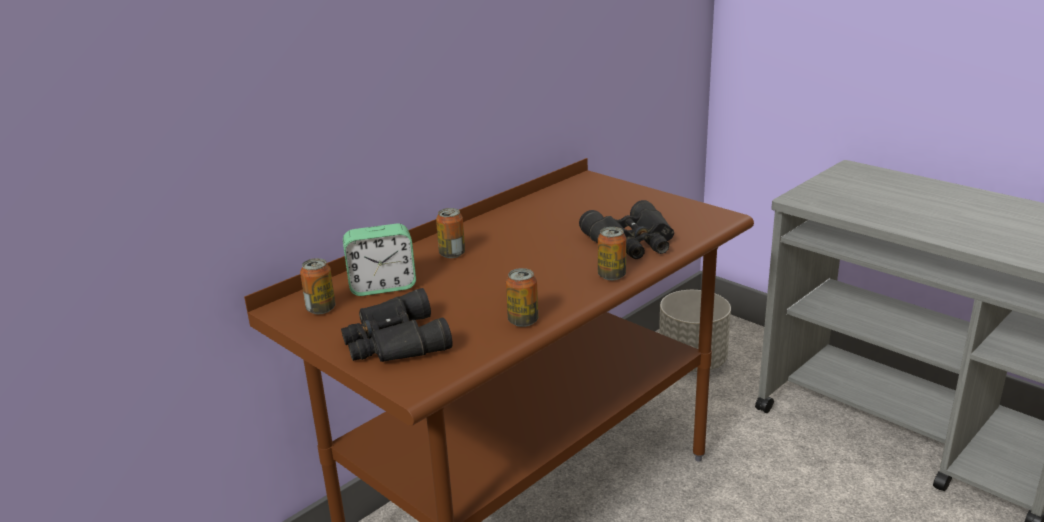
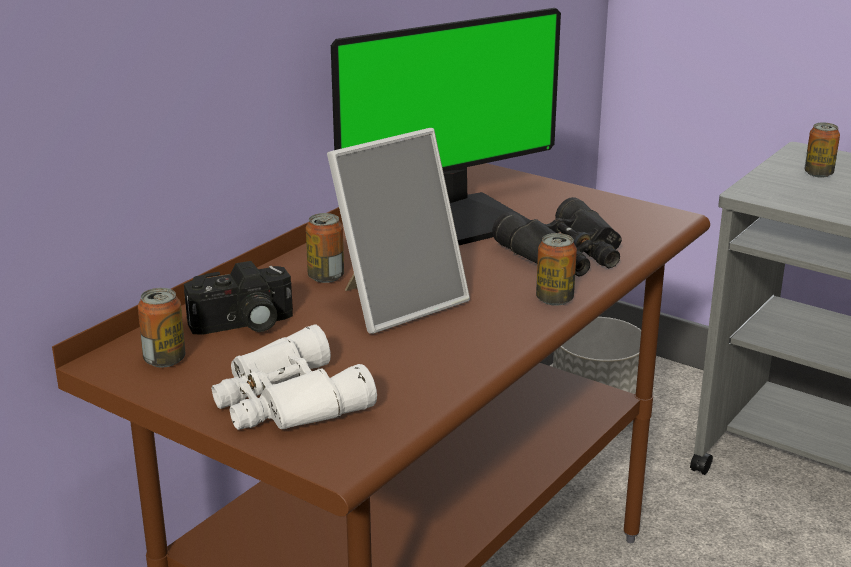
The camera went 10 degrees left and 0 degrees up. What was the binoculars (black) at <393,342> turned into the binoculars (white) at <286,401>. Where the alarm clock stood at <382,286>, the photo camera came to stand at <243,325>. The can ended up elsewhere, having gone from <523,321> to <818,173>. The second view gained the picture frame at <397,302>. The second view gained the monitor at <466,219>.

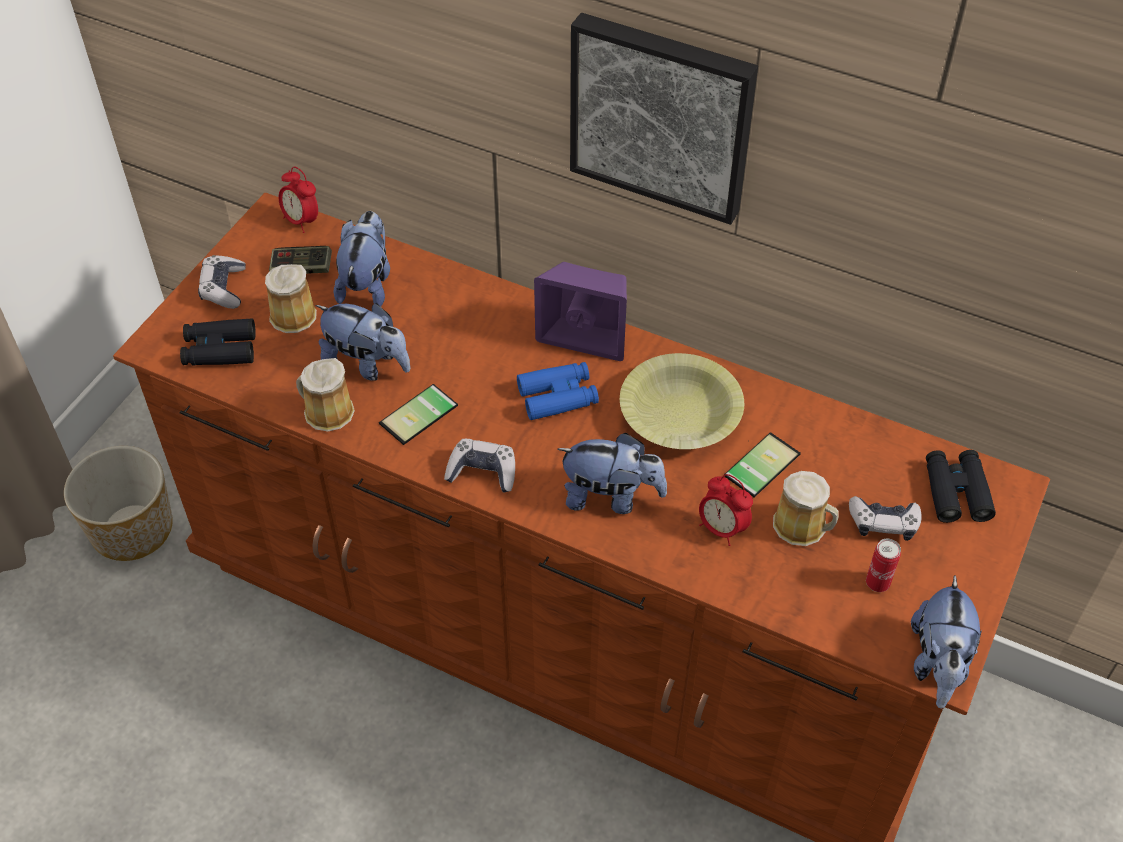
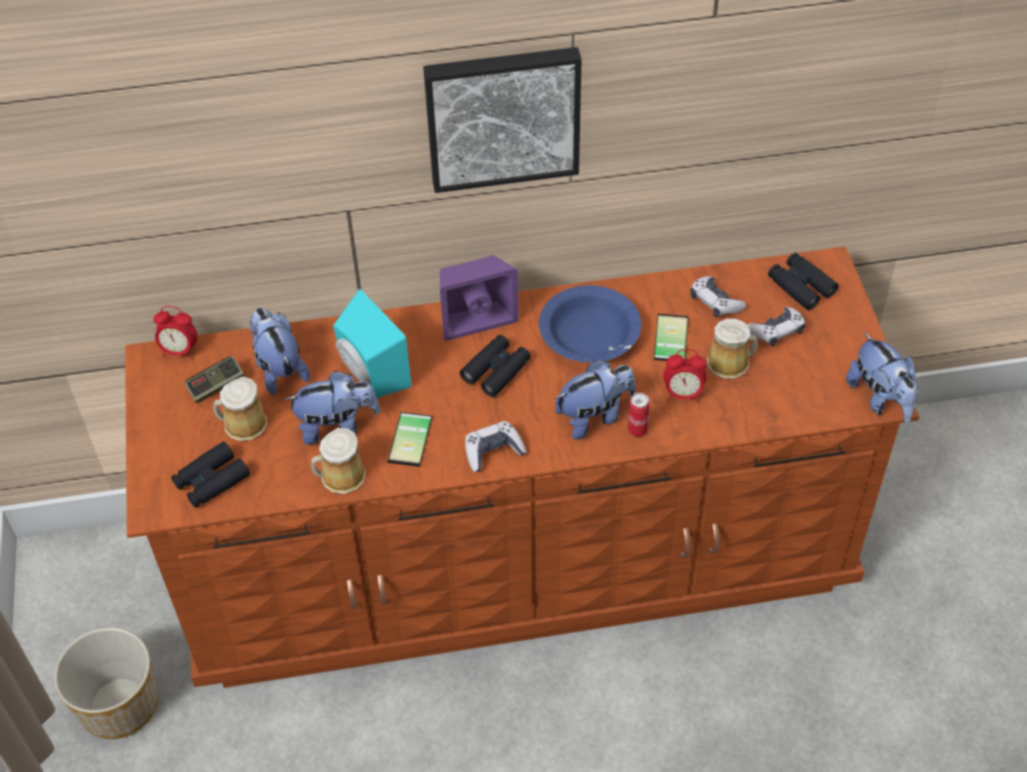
The camera went 35 degrees left and 0 degrees up. The game controller ended up elsewhere, having gone from <223,288> to <715,302>. What was the binoculars (blue) at <558,397> turned into the binoculars (black) at <496,370>. What was the bowl (yellow) at <680,415> turned into the bowl (blue) at <589,336>. The can ended up elsewhere, having gone from <877,583> to <637,430>. The second view gained the speaker (turquoise) at <370,375>.

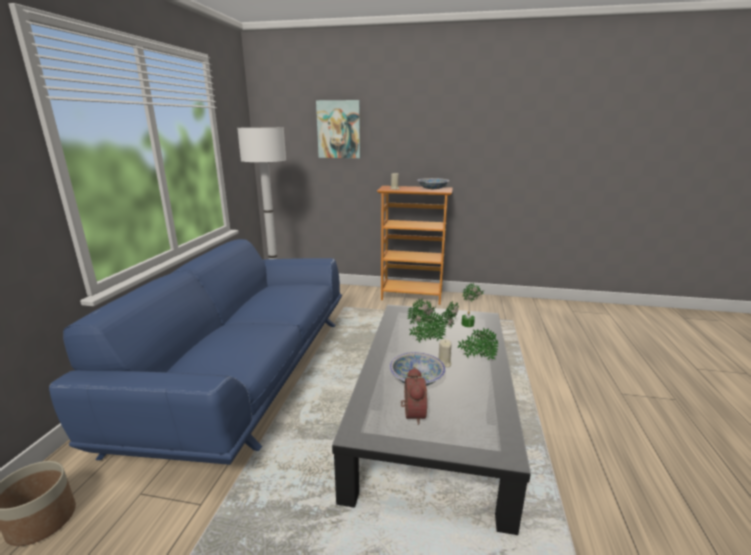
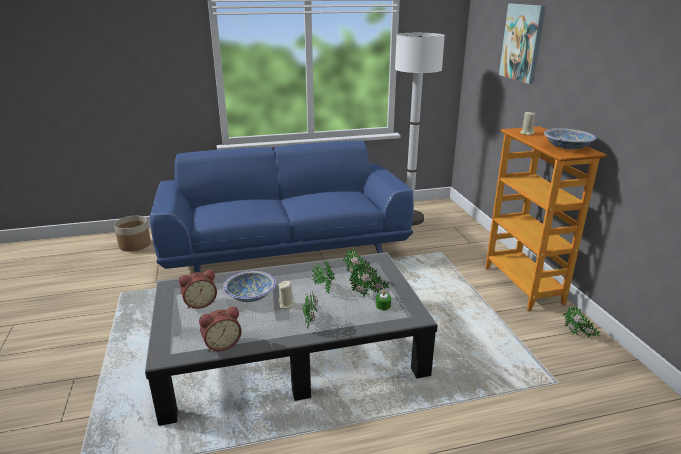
The camera went 65 degrees right and 5 degrees up. The second view gained the alarm clock at <222,344>.

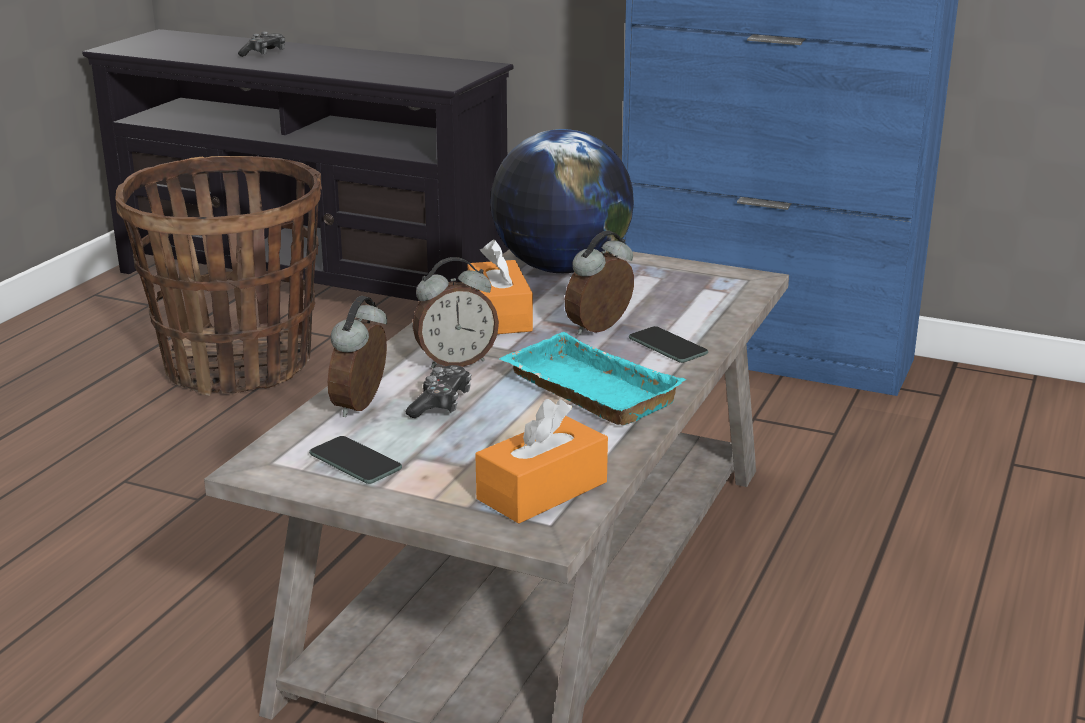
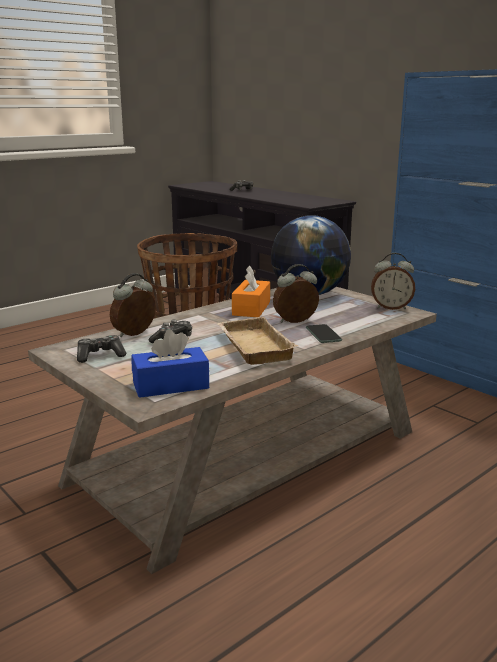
The camera went 25 degrees right and 5 degrees down. Where the phone stood at <355,461>, the game controller came to stand at <100,355>. The alarm clock ended up elsewhere, having gone from <456,362> to <391,307>. What was the tissue box (orange) at <542,491> turned into the tissue box (blue) at <170,385>. What was the tray (turquoise) at <584,391> turned into the tray (beige) at <251,346>.

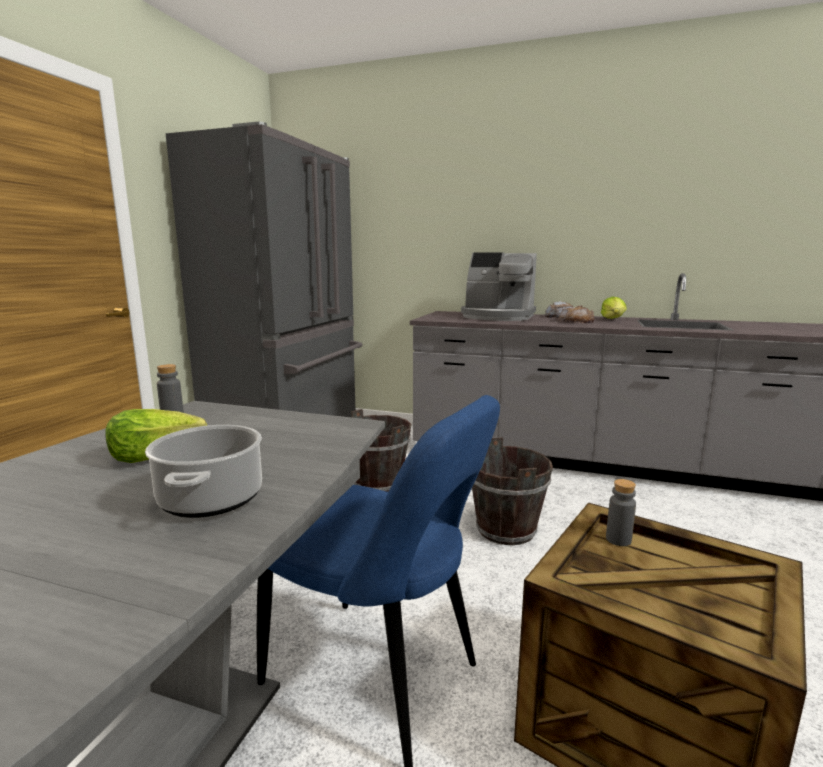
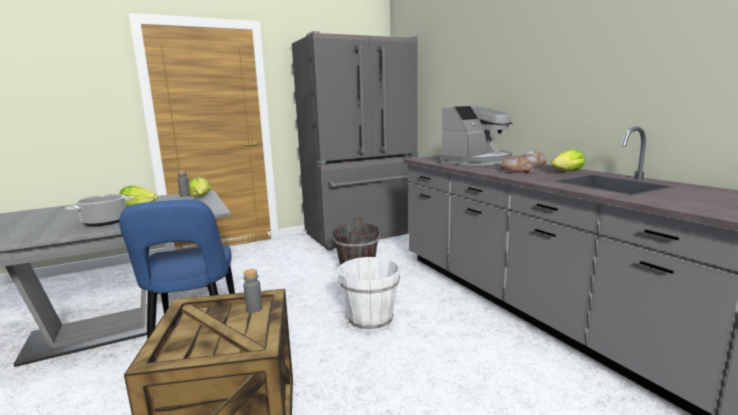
The camera went 45 degrees right and 0 degrees up. The coffee machine at <498,317> ended up facing another way, 105 degrees counterclockwise from before. What was the bucket (brown) at <505,529> turned into the bucket (white) at <370,319>. The second view gained the lettuce at <201,197>.

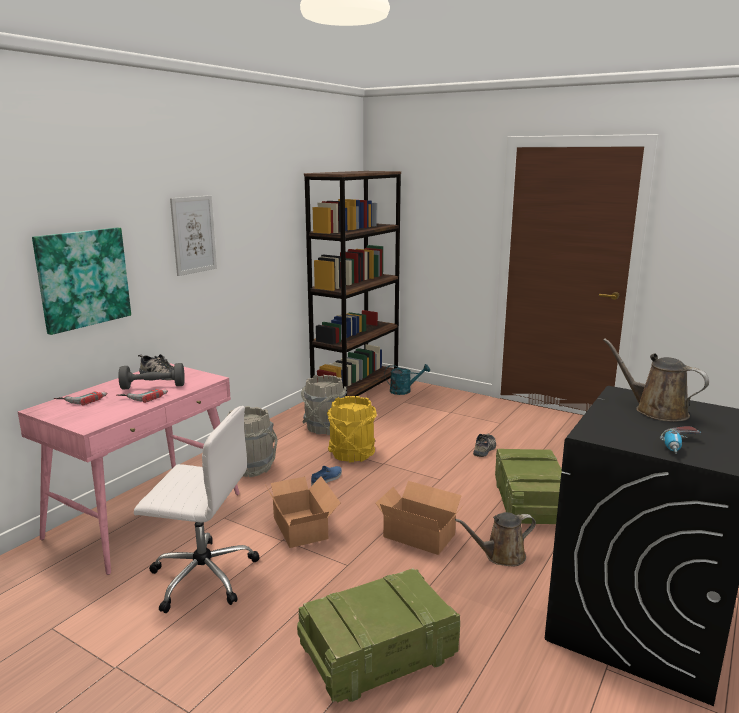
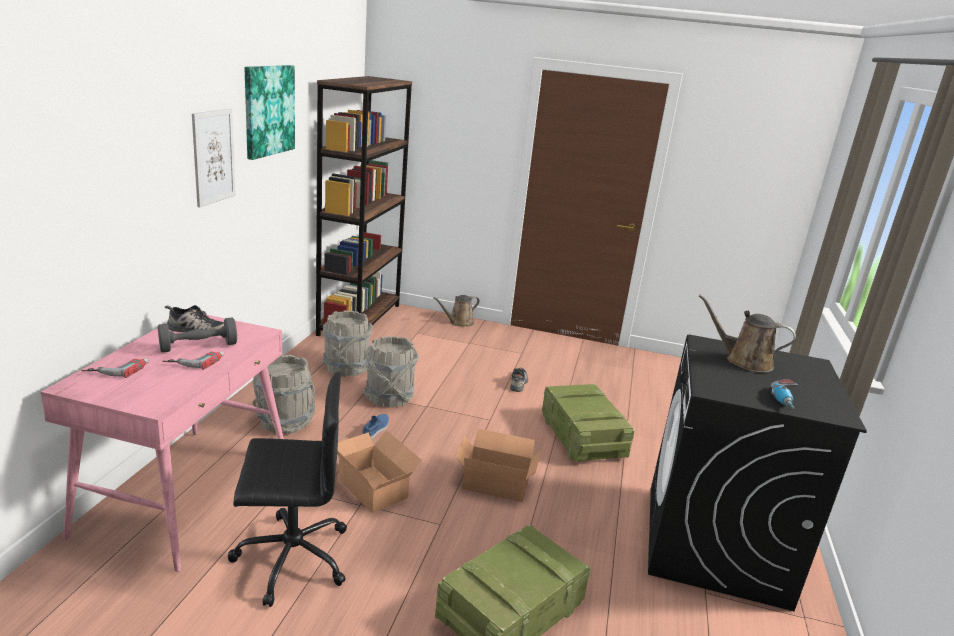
The camera went 20 degrees left and 5 degrees up. The picture ended up elsewhere, having gone from <83,278> to <268,110>. What was the office chair (white) at <202,576> turned into the office chair (black) at <290,557>. What was the bucket (yellow) at <352,454> turned into the bucket (grey) at <389,397>. The second view lost the watering can (turquoise) at <404,391>. The watering can (brown) ended up elsewhere, having gone from <501,556> to <459,322>.

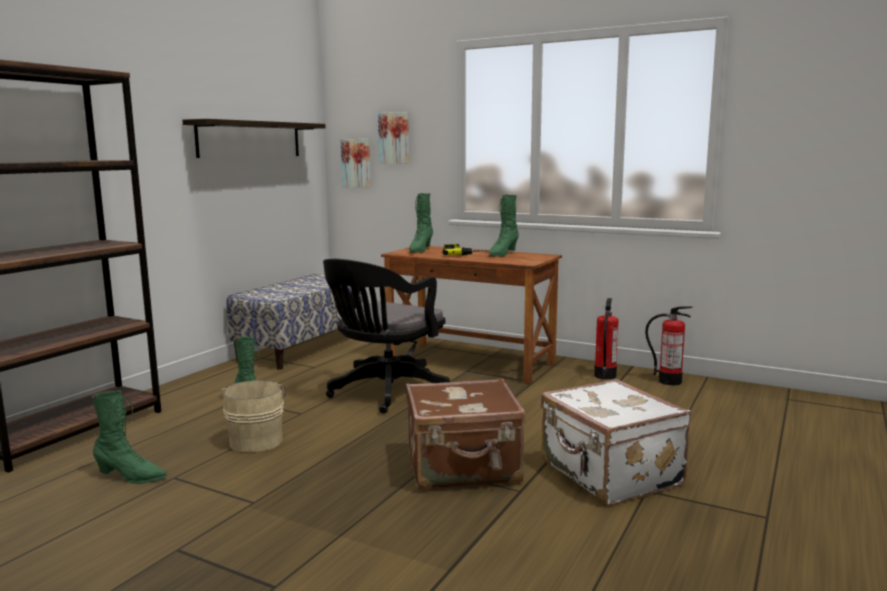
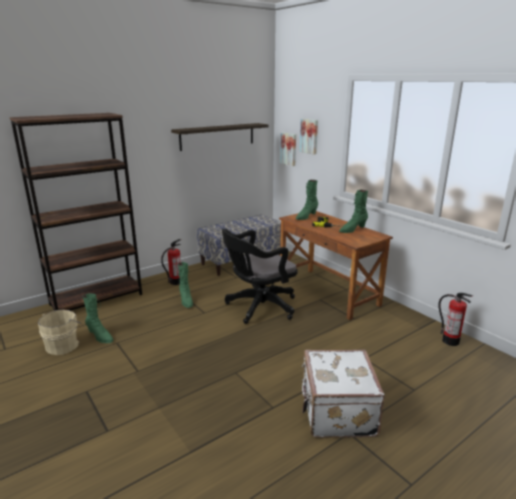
The camera went 25 degrees right and 10 degrees up. The bucket (beige) ended up elsewhere, having gone from <256,440> to <64,345>. The second view lost the suitcase (brown) at <464,468>. The fire extinguisher ended up elsewhere, having gone from <604,375> to <175,282>.

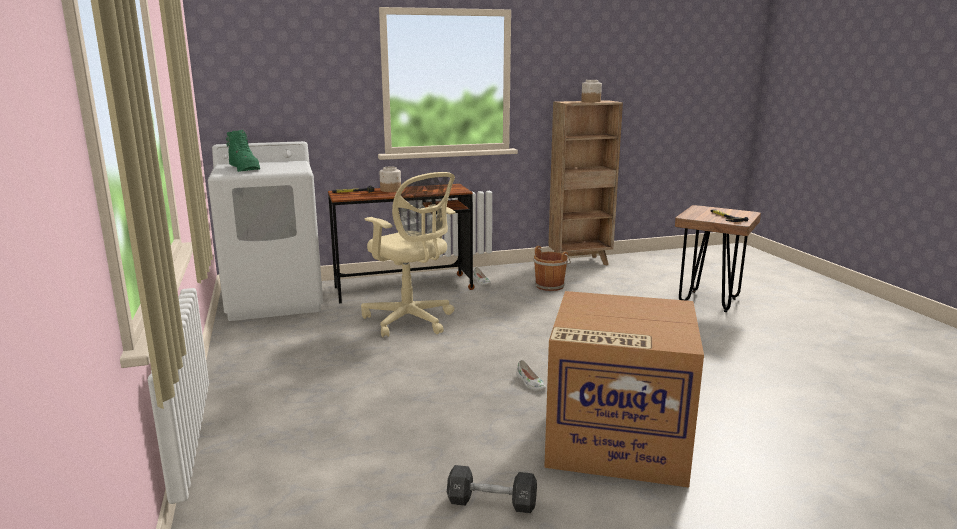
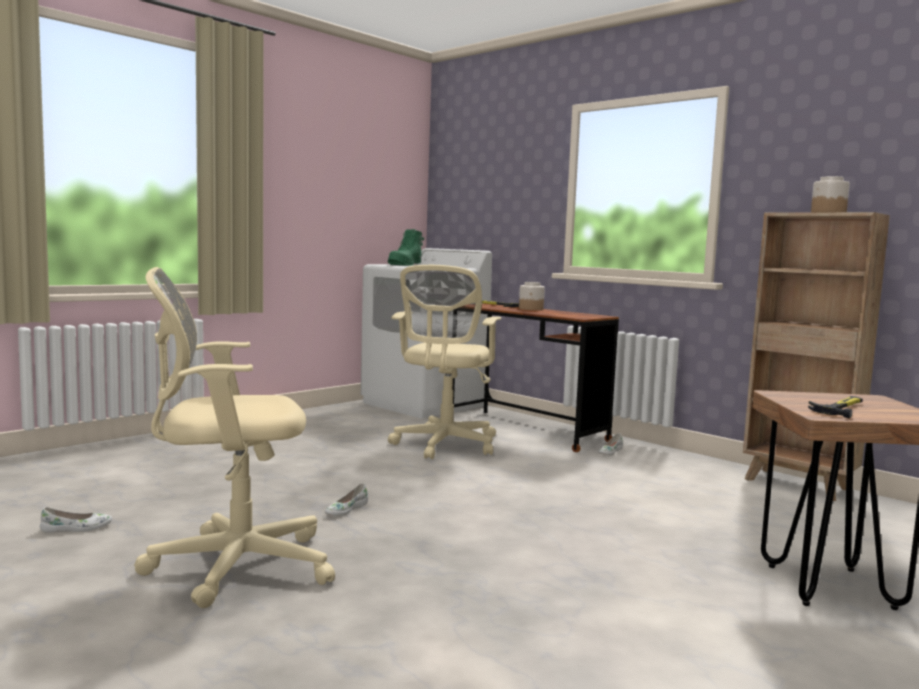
The camera went 60 degrees right and 10 degrees down. Where the dumbbell (black) stood at <492,502>, the shoe (white) came to stand at <76,528>. The second view lost the bucket (brown) at <550,285>. Where the cardboard box stood at <615,440>, the office chair (beige) came to stand at <231,566>.

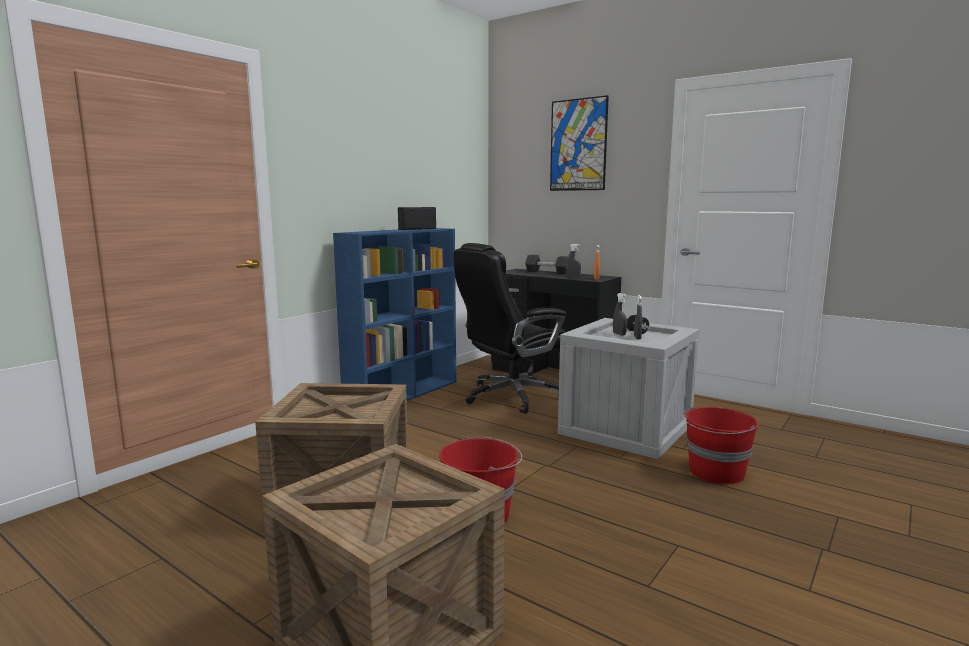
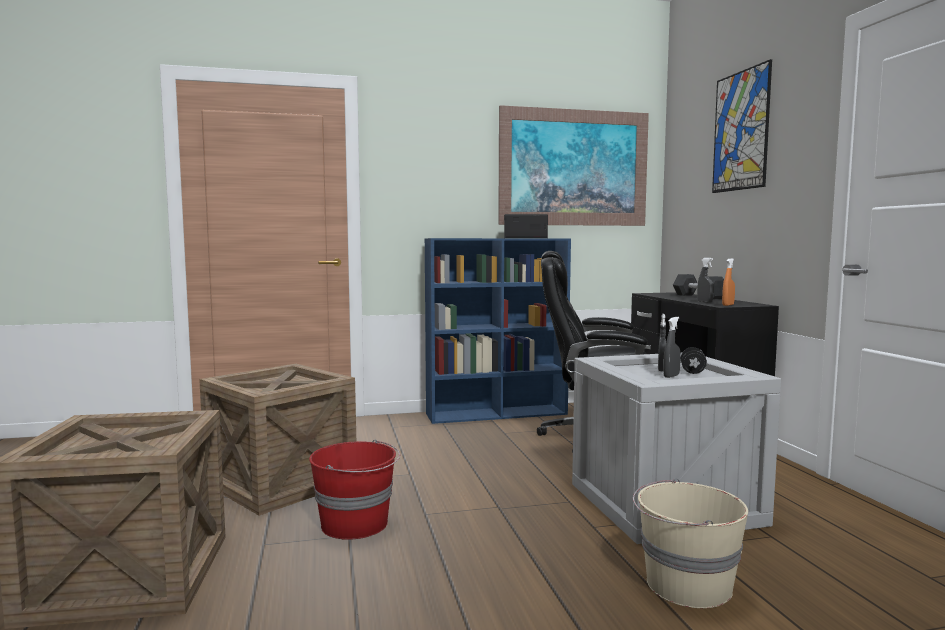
The camera went 40 degrees right and 5 degrees down. What was the bucket (red) at <716,473> turned into the bucket (beige) at <686,585>. The second view gained the picture at <574,168>.

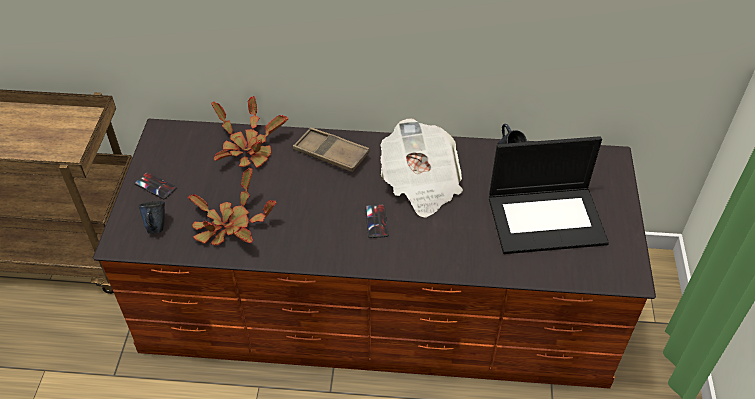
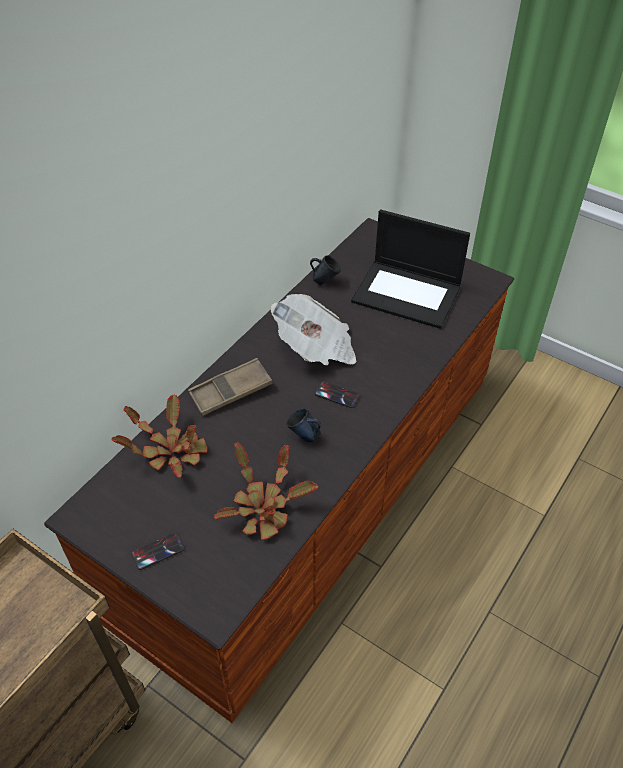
The camera went 60 degrees left and 0 degrees up. The mug (blue) ended up elsewhere, having gone from <156,226> to <304,437>. The laptop at <547,219> ended up facing another way, 90 degrees clockwise from before.

